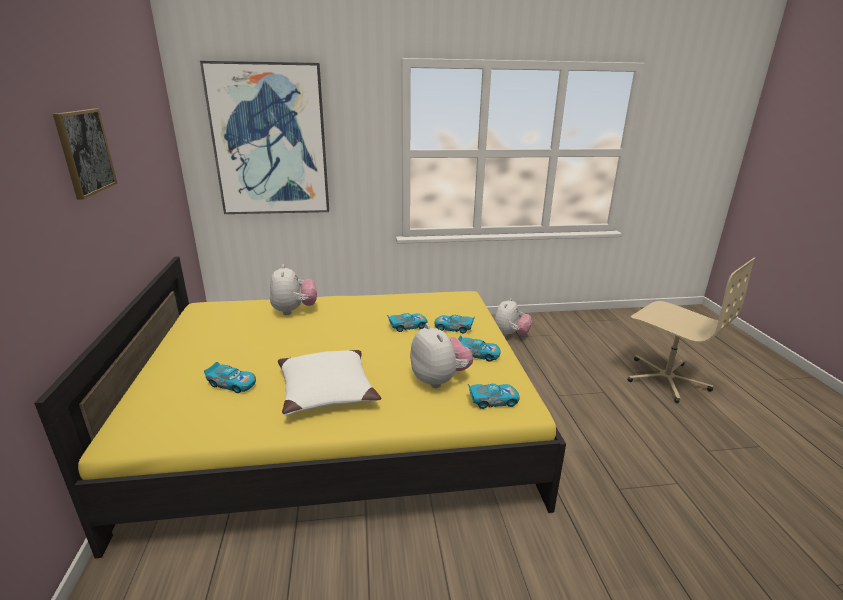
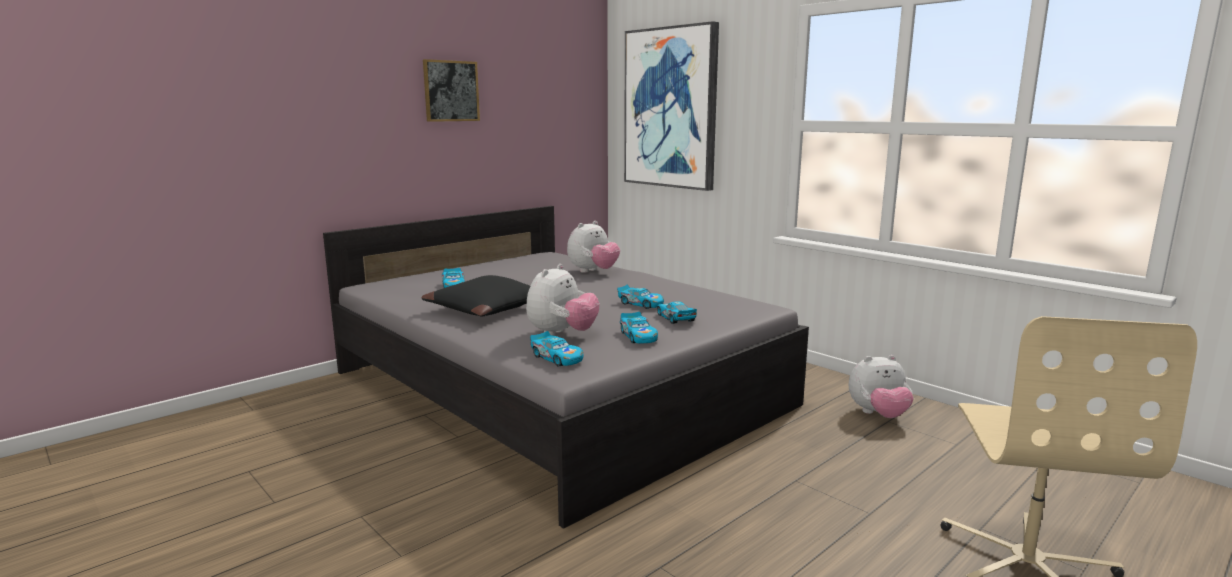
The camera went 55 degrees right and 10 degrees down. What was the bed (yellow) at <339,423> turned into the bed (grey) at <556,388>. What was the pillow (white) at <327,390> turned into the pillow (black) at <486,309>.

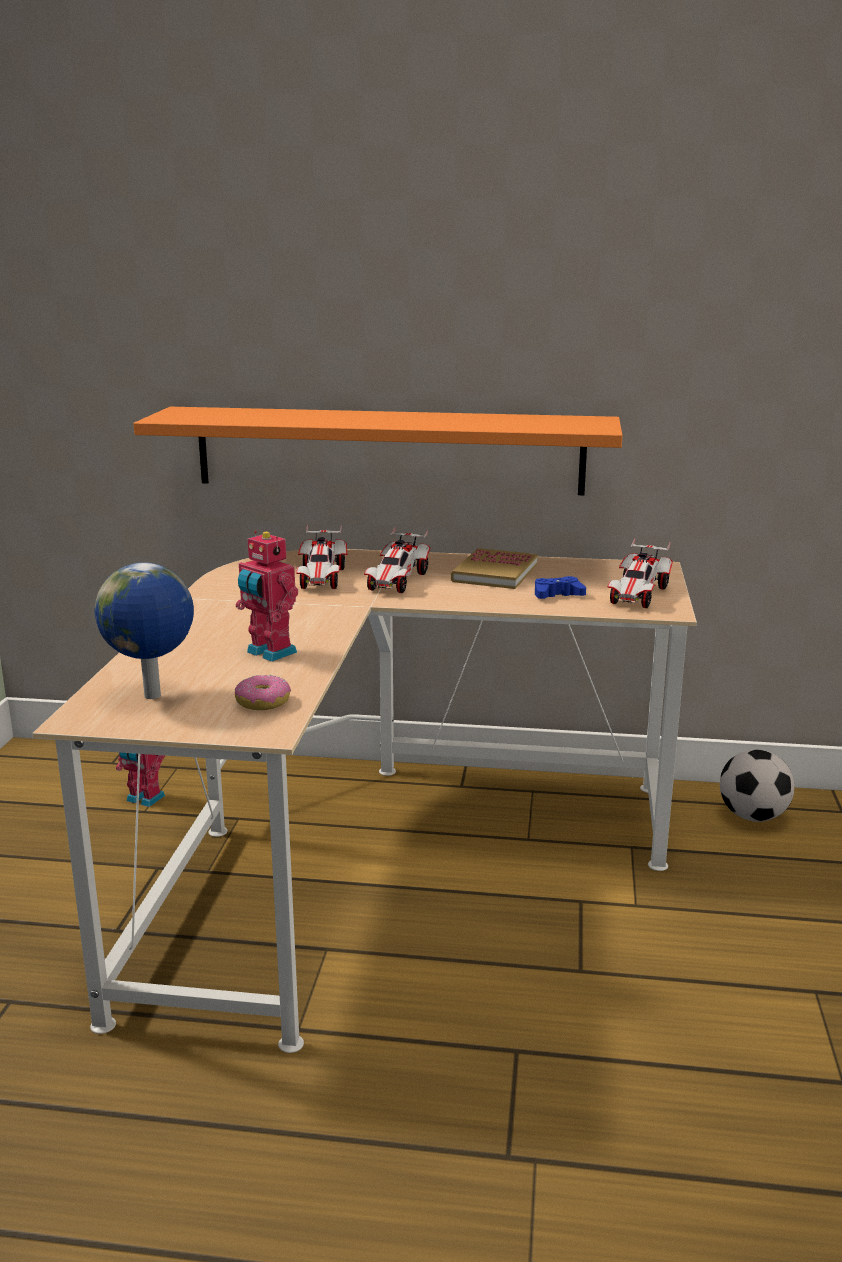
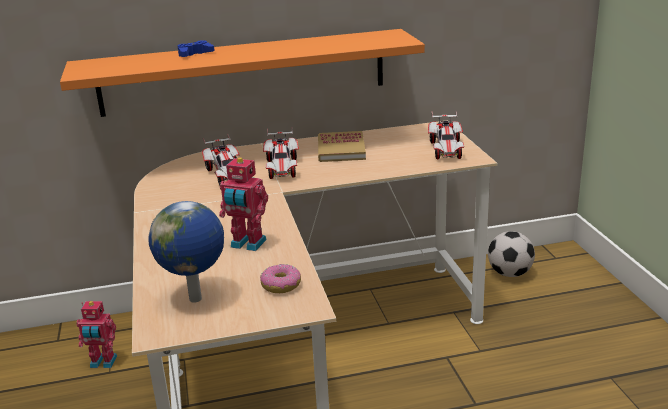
The camera went 20 degrees left and 5 degrees up. The game controller (blue) ended up elsewhere, having gone from <557,595> to <194,54>.

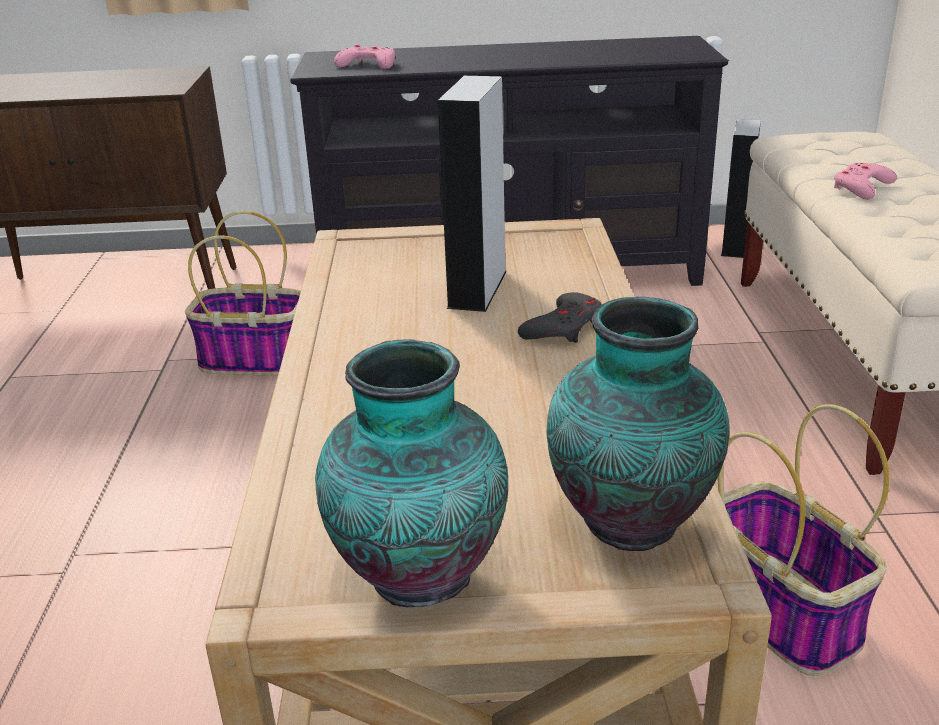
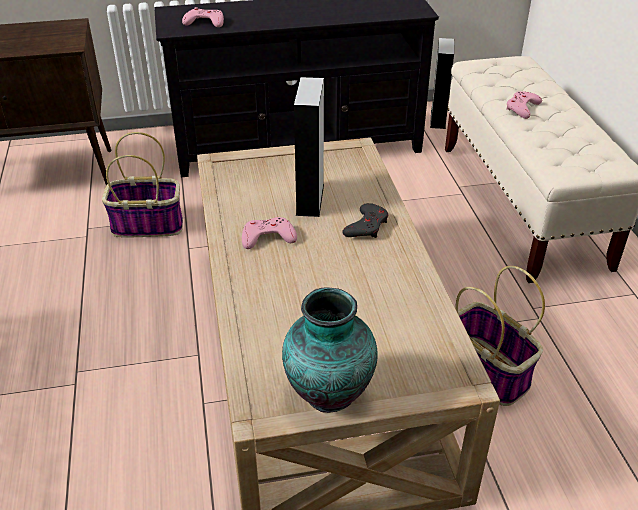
The camera went 10 degrees left and 10 degrees up. The second view lost the vase at <633,518>. The second view gained the game controller (pink) at <268,237>.

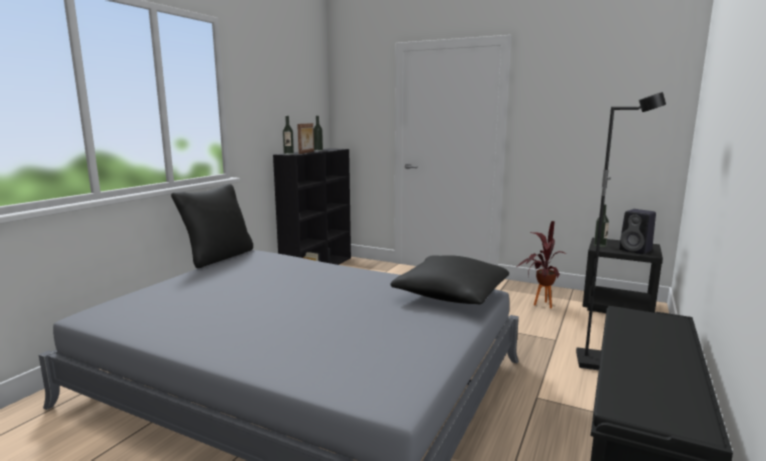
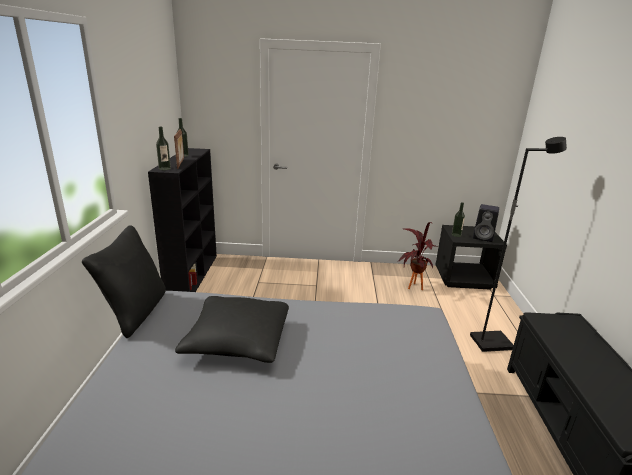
The camera went 25 degrees left and 10 degrees up. The pillow (black) ended up elsewhere, having gone from <451,295> to <237,340>.

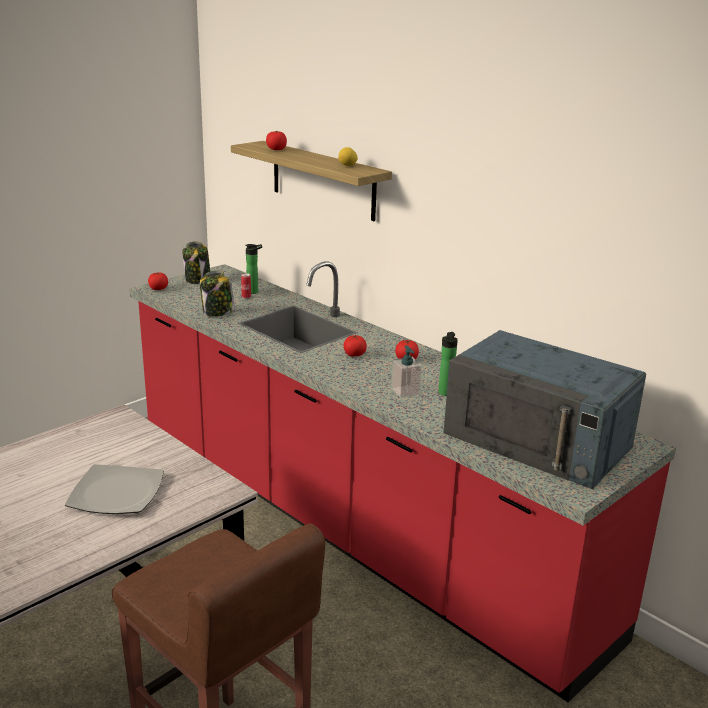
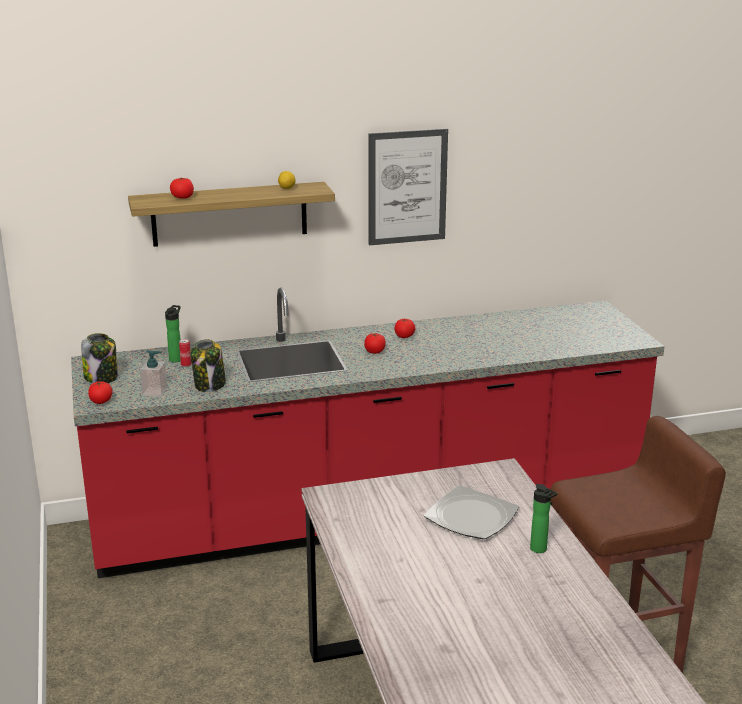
The camera went 60 degrees left and 0 degrees up. The soap dispenser ended up elsewhere, having gone from <405,391> to <155,392>. The bottle ended up elsewhere, having gone from <444,393> to <540,550>. The second view lost the microwave (blue) at <539,440>. The second view gained the picture at <407,187>.

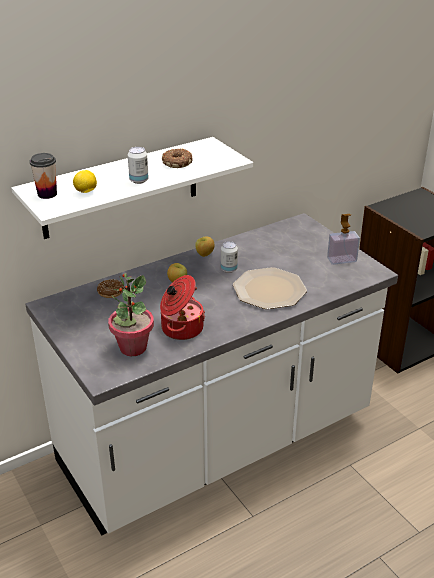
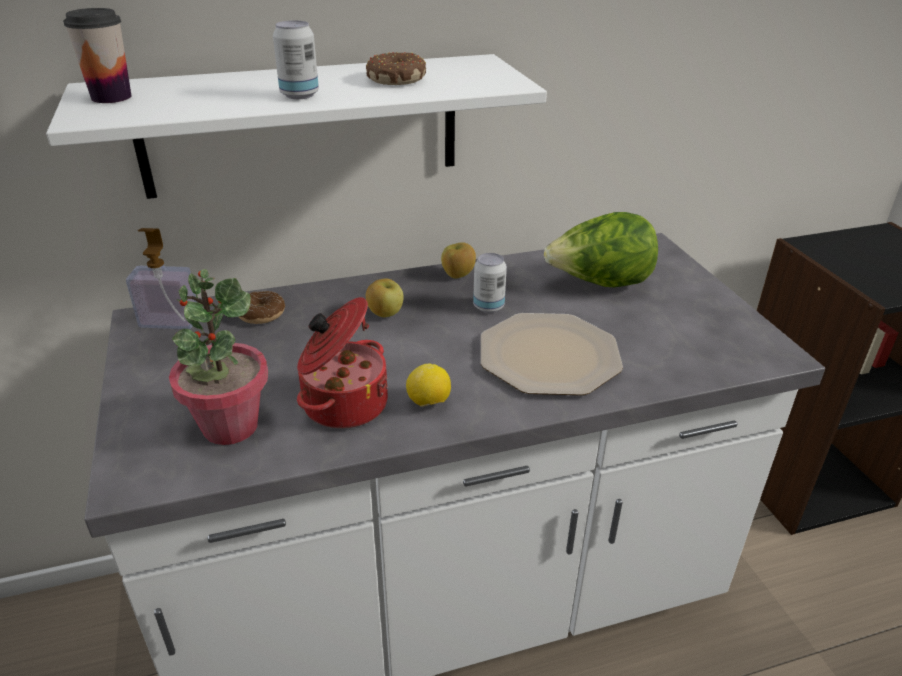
The camera went 15 degrees right and 0 degrees up. The lemon ended up elsewhere, having gone from <86,192> to <428,403>. The soap dispenser ended up elsewhere, having gone from <341,260> to <169,321>. The second view gained the lettuce at <599,284>.

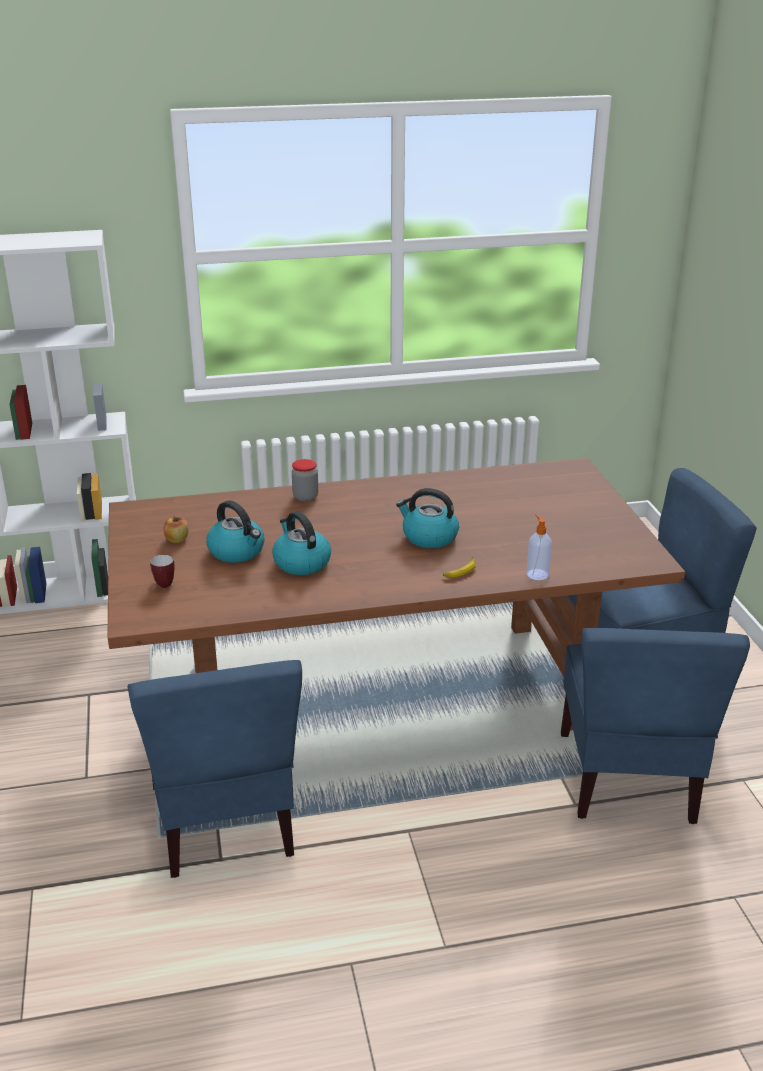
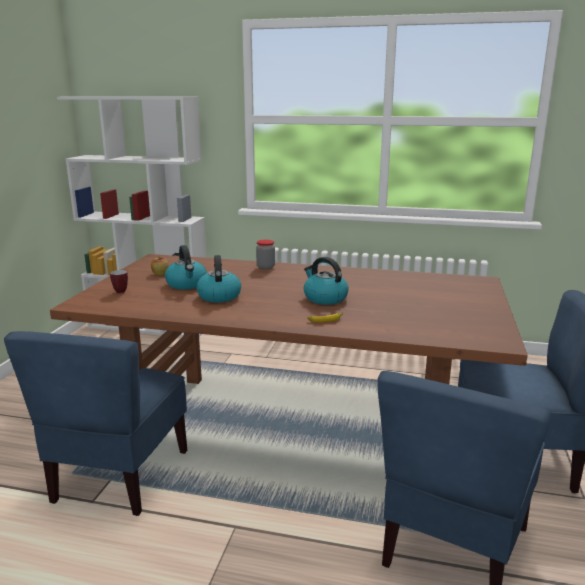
The camera went 25 degrees right and 10 degrees down. The second view lost the soap dispenser at <537,574>.

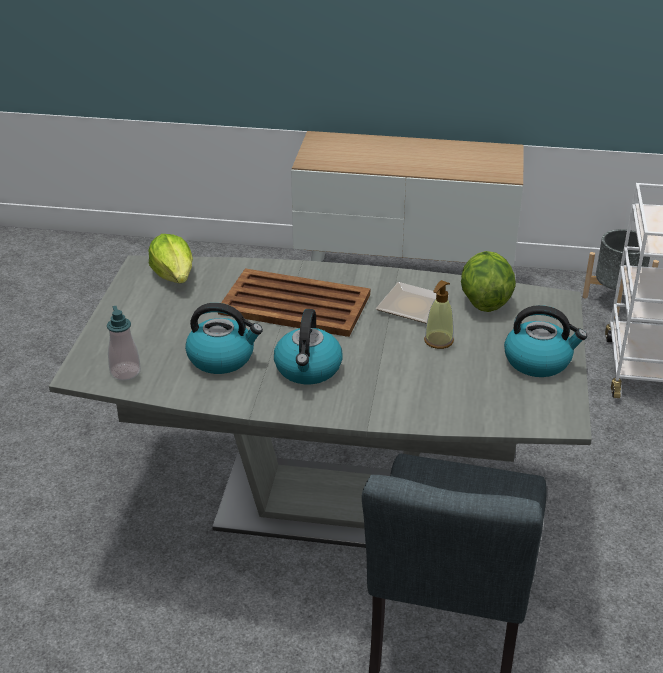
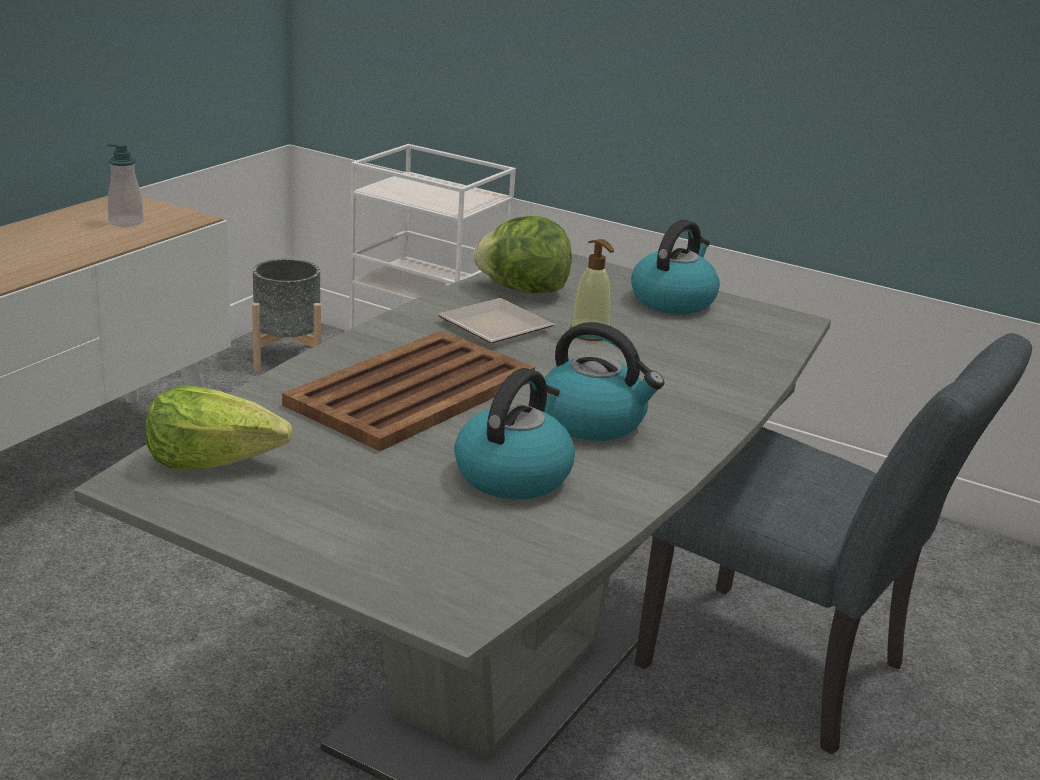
The camera went 70 degrees left and 10 degrees down. The soap dispenser ended up elsewhere, having gone from <125,372> to <126,222>.

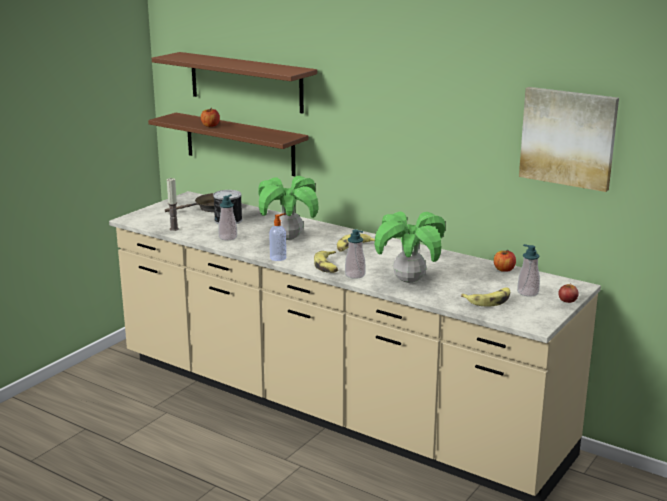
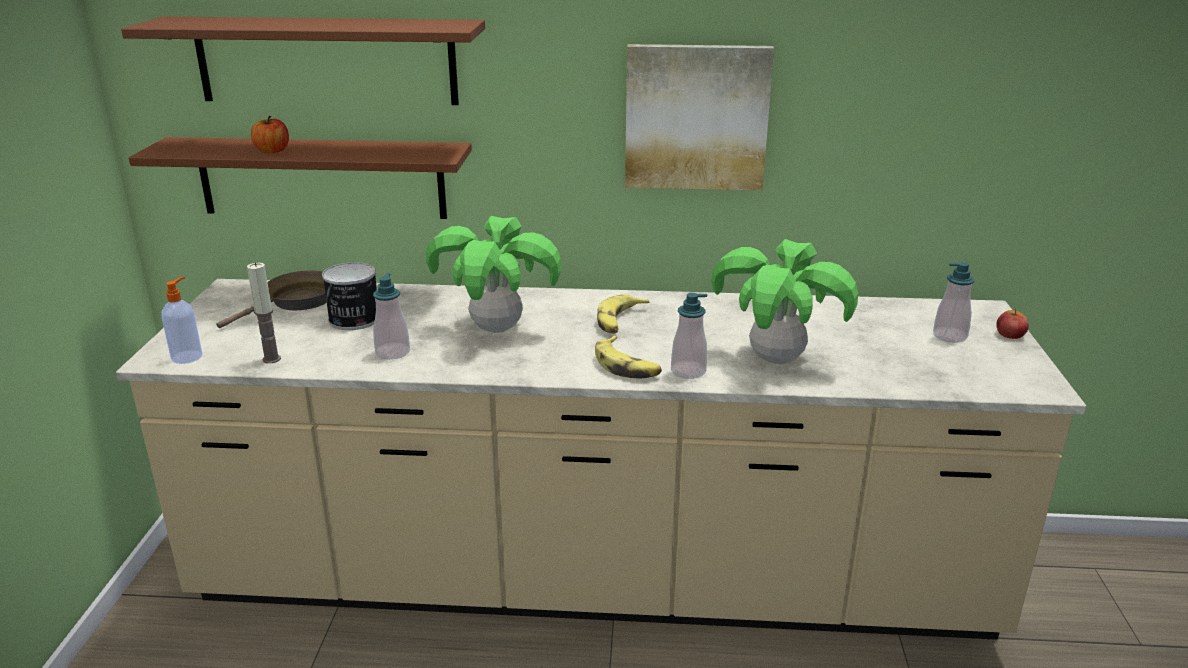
The camera went 30 degrees left and 5 degrees up. The soap dispenser ended up elsewhere, having gone from <278,258> to <188,356>. The second view lost the banana at <489,300>. The second view lost the apple at <504,269>. The picture ended up elsewhere, having gone from <568,137> to <696,117>.

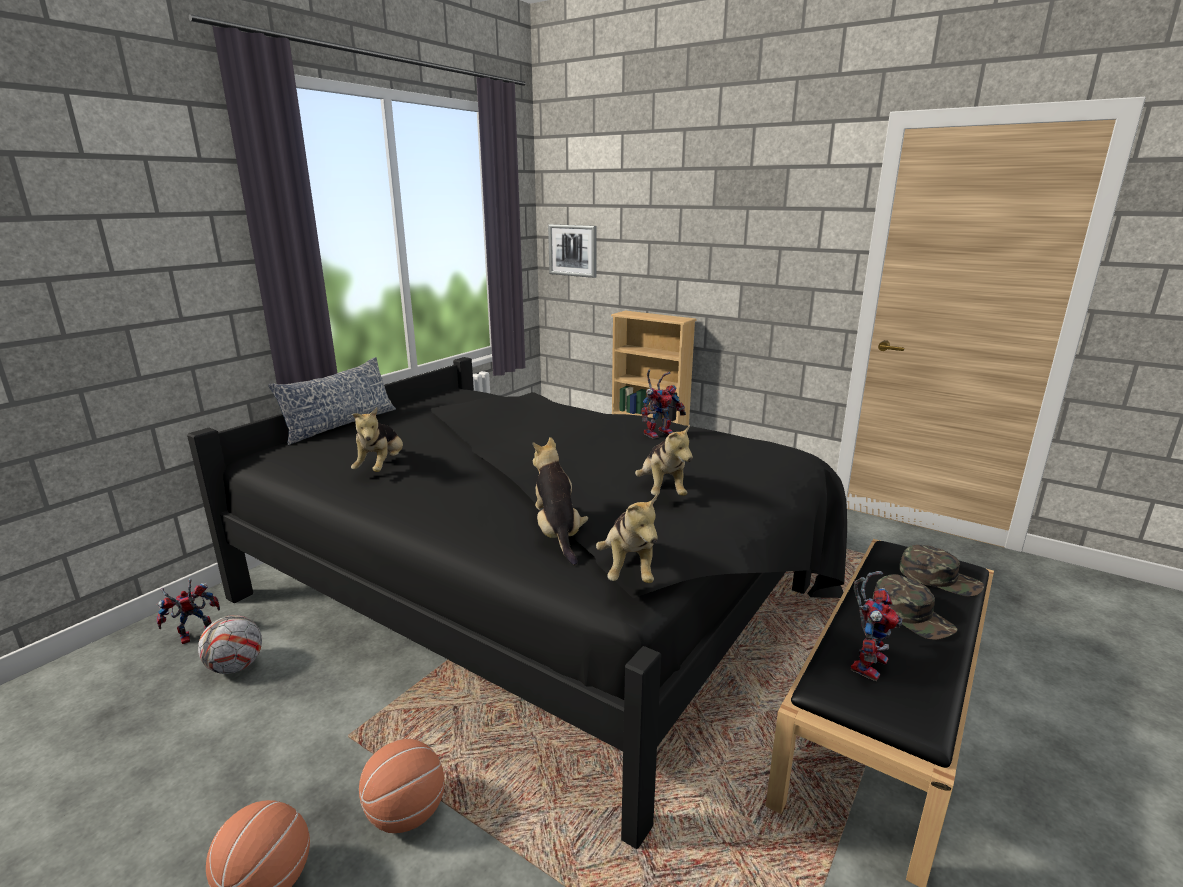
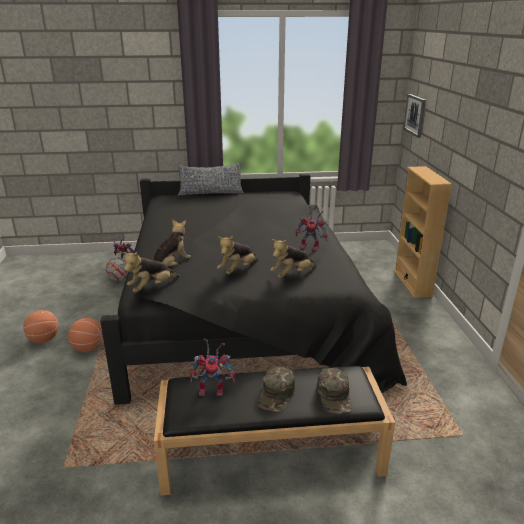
The camera went 50 degrees right and 5 degrees up. The plush toy ended up elsewhere, having gone from <381,467> to <292,275>.

